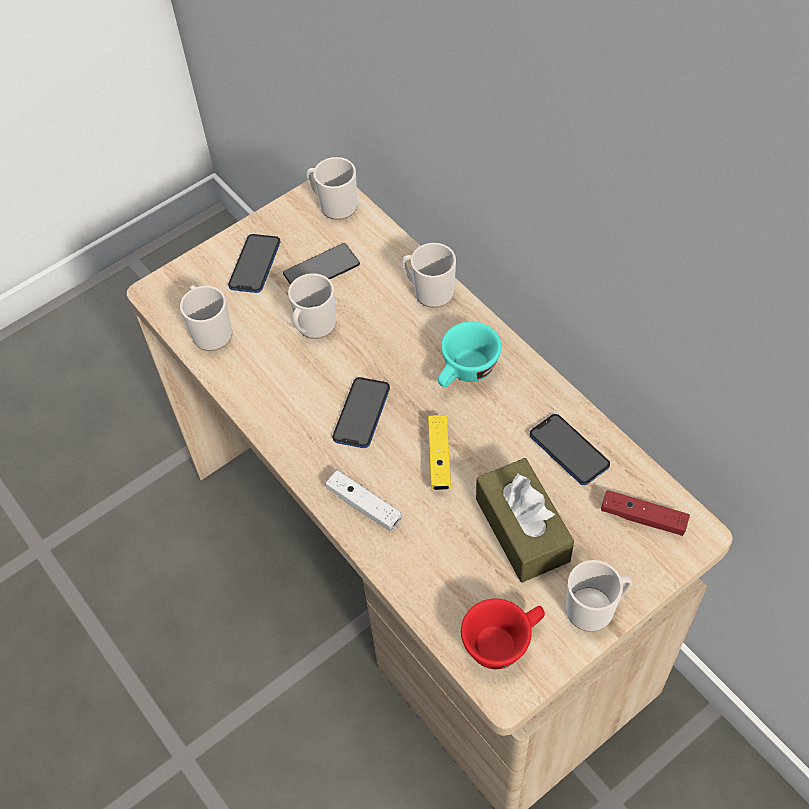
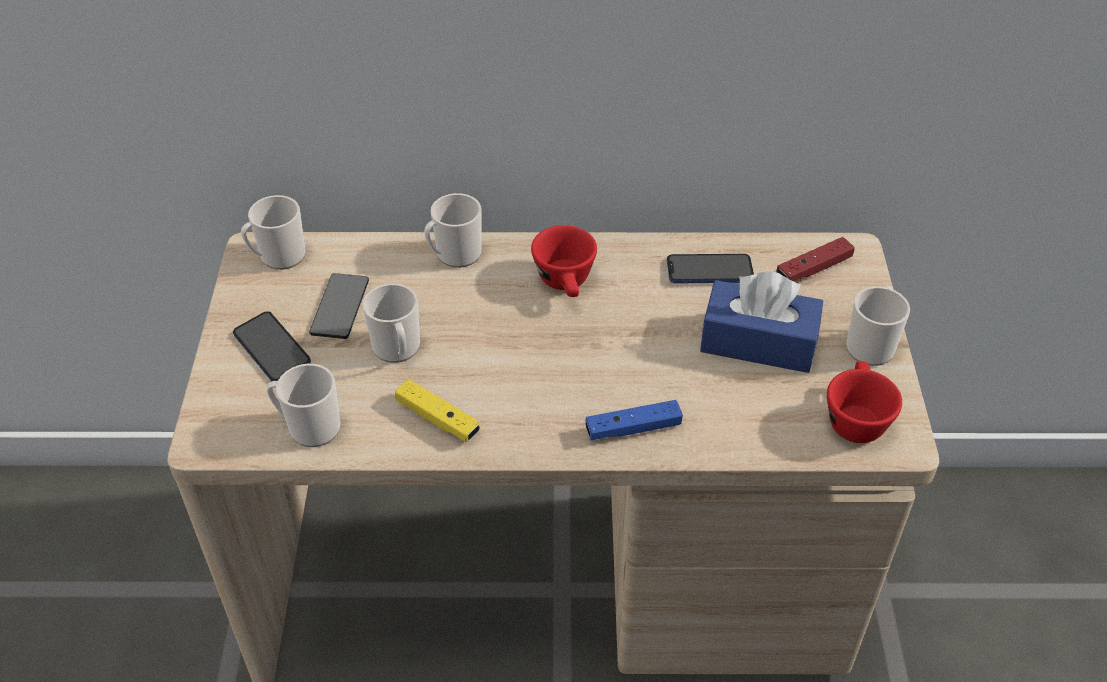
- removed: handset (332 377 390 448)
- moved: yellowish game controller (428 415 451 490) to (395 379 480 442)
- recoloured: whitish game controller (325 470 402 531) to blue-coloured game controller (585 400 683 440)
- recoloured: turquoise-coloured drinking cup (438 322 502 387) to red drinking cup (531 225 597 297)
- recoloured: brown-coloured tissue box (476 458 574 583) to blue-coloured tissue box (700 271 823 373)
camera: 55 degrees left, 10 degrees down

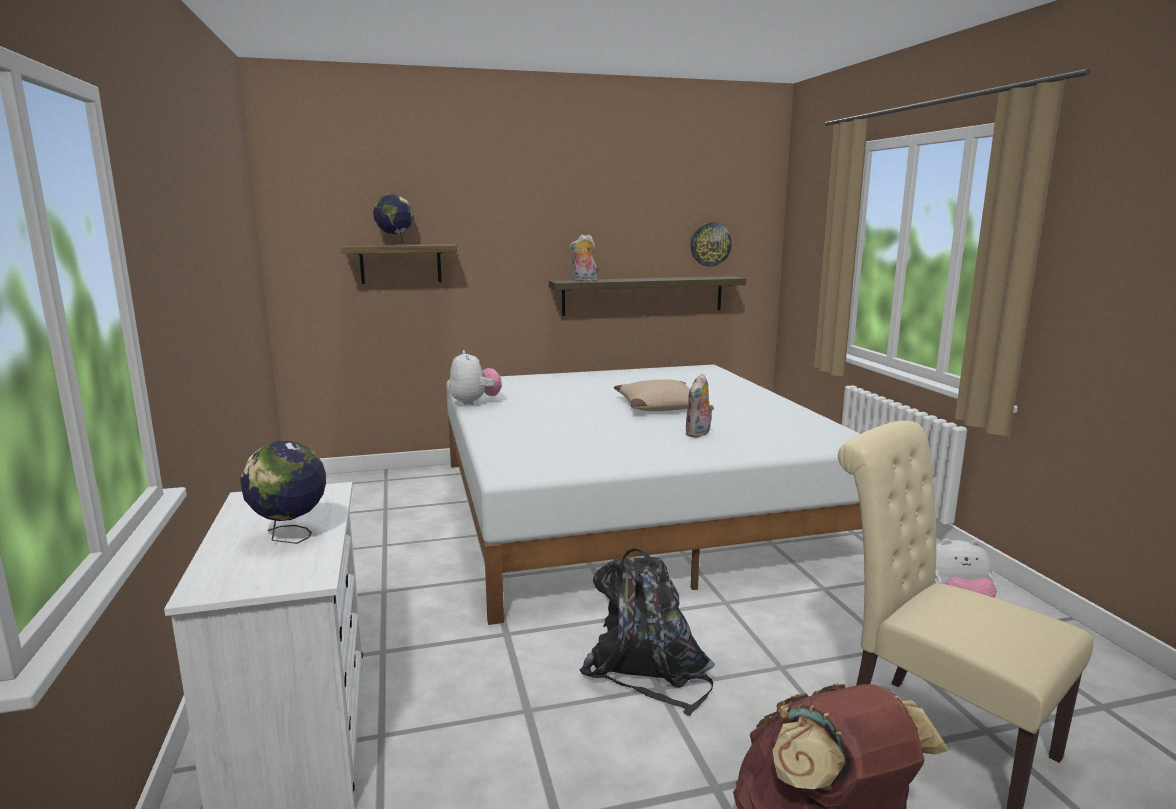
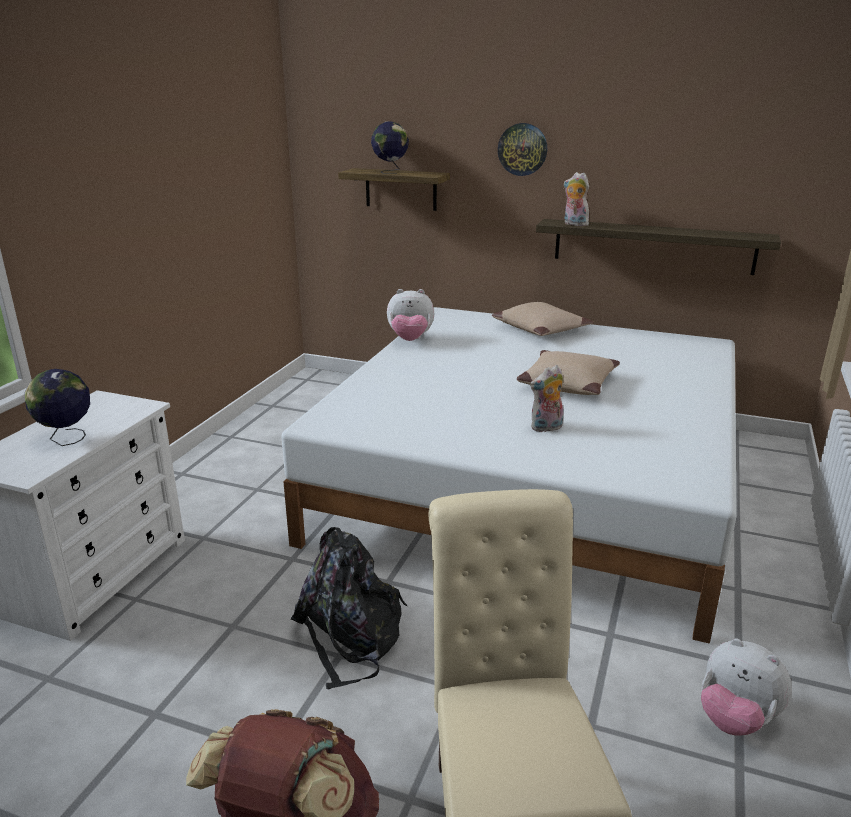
- added: sand-coloured cushion (492 302 593 336)
- moved: wall clock (691 222 732 267) to (498 123 547 176)
- turned: plush toy (449 350 502 406) = (387 289 434 341) 75 degrees clockwise
camera: 35 degrees right, 10 degrees up

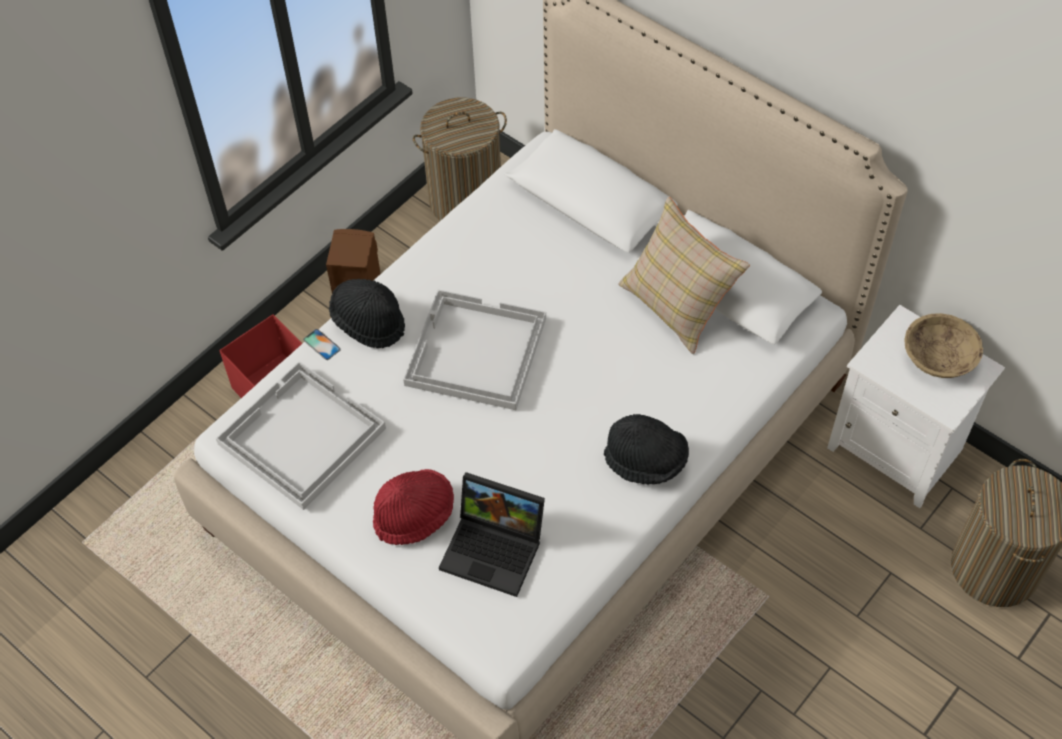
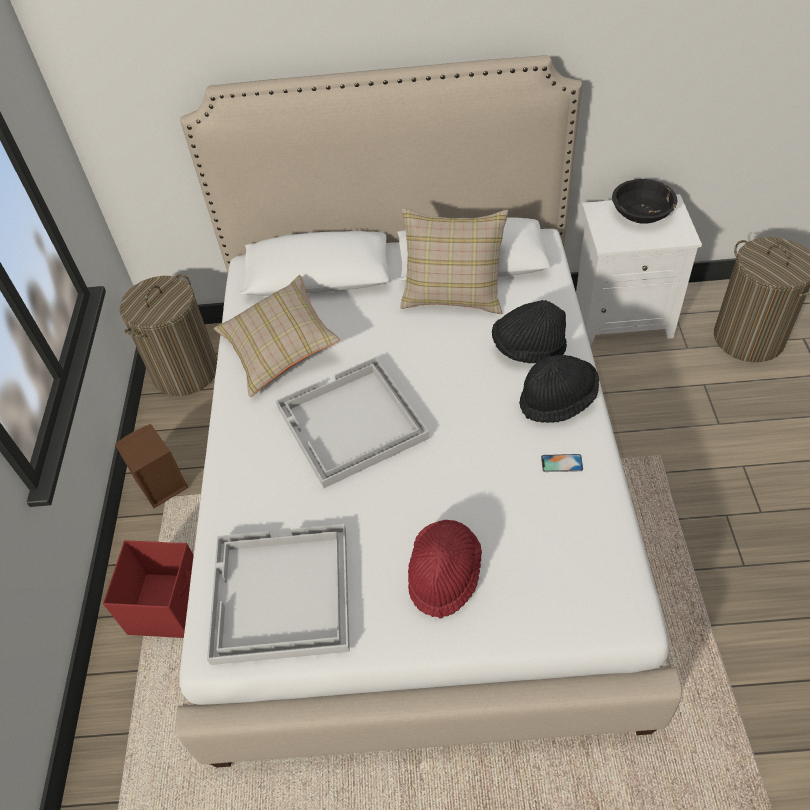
- removed: portable computer (439 472 545 597)
- added: sand-coloured cushion (214 275 340 397)
- moved: handset (303 329 341 360) to (541 454 583 472)
- moved: blackish wearable hat (329 279 405 348) to (492 300 567 363)
- recoloured: sand-coloured bowl (904 313 983 378) to blackish bowl (612 179 677 224)
camera: 40 degrees left, 5 degrees down

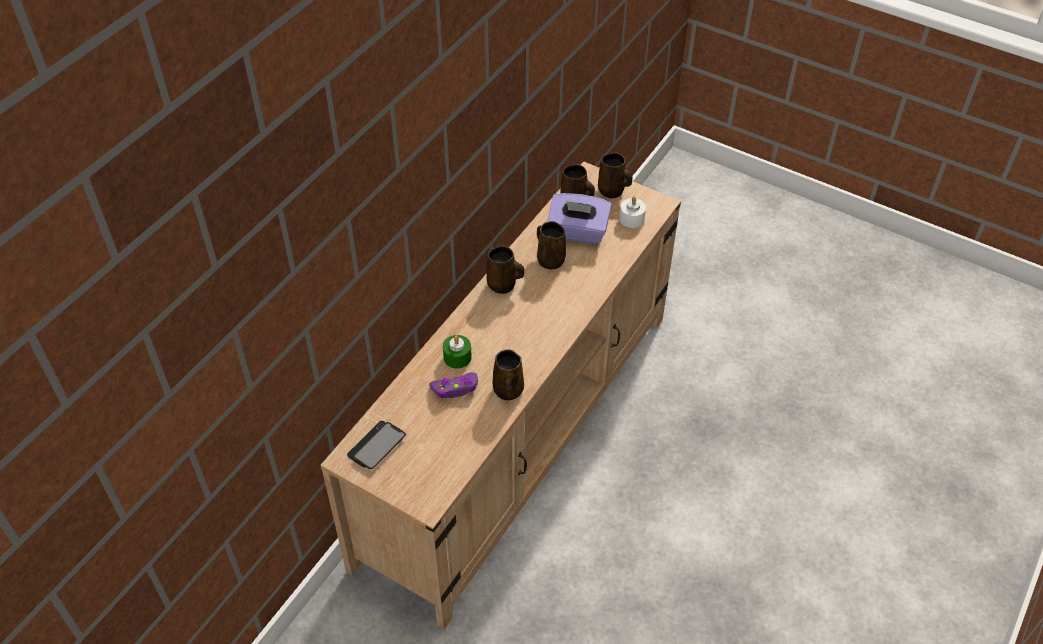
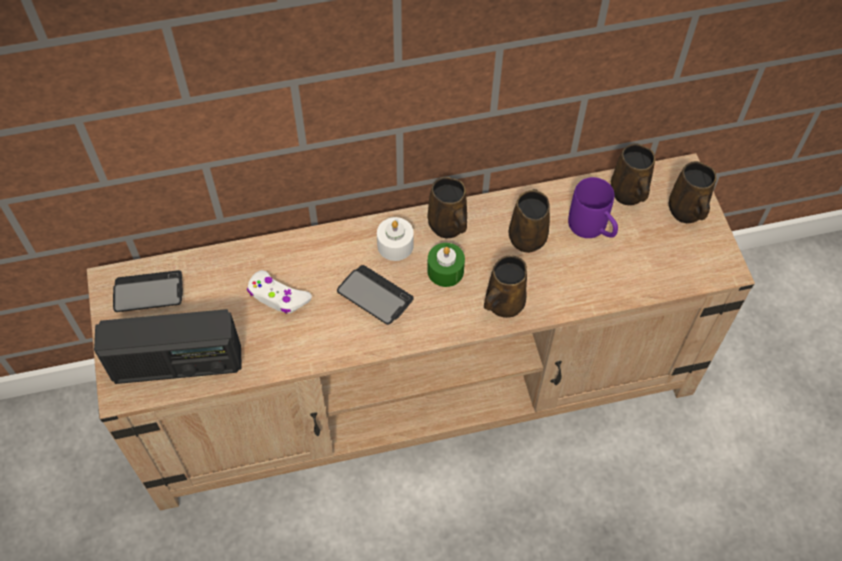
- added: radio (94 309 242 384)
- added: handset (337 265 414 325)
- moved: green-coloured candle (443 335 472 369) to (427 243 465 287)
- moved: brown-coloured tea mug (492 349 524 400) to (484 255 527 318)
- moved: whitish candle (619 197 646 228) to (377 217 414 261)
- replaced: purple-coloured tissue box (548 193 612 244) to purple-coloured tea mug (568 177 618 238)
- recoloured: purple-coloured game controller (429 372 478 398) to whitish game controller (247 270 312 313)
camera: 45 degrees right, 10 degrees up

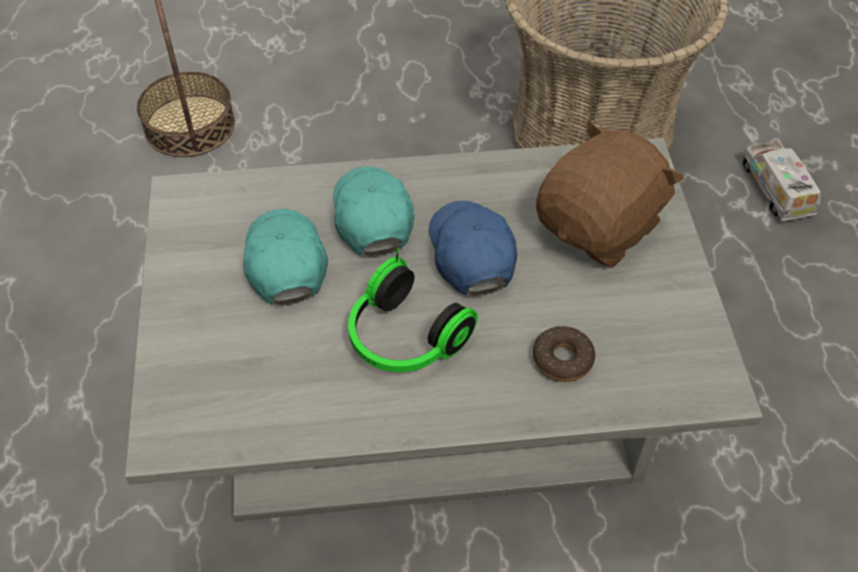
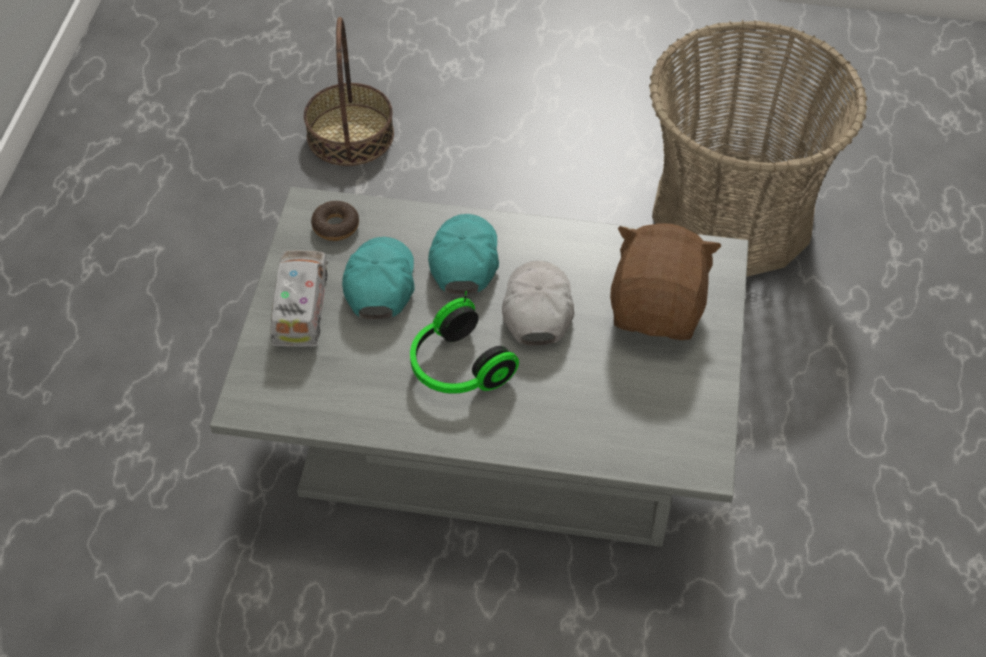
- moved: doughnut (533 326 595 382) to (311 201 359 241)
- moved: model truck (742 142 821 222) to (270 250 328 347)
- recoloured: blue-coloured peaked cap (429 201 517 296) to whitish peaked cap (502 261 574 346)
- turned: brown-coloured plush toy (536 120 684 267) = (610 223 721 340) 45 degrees counterclockwise
camera: 15 degrees right, 0 degrees up

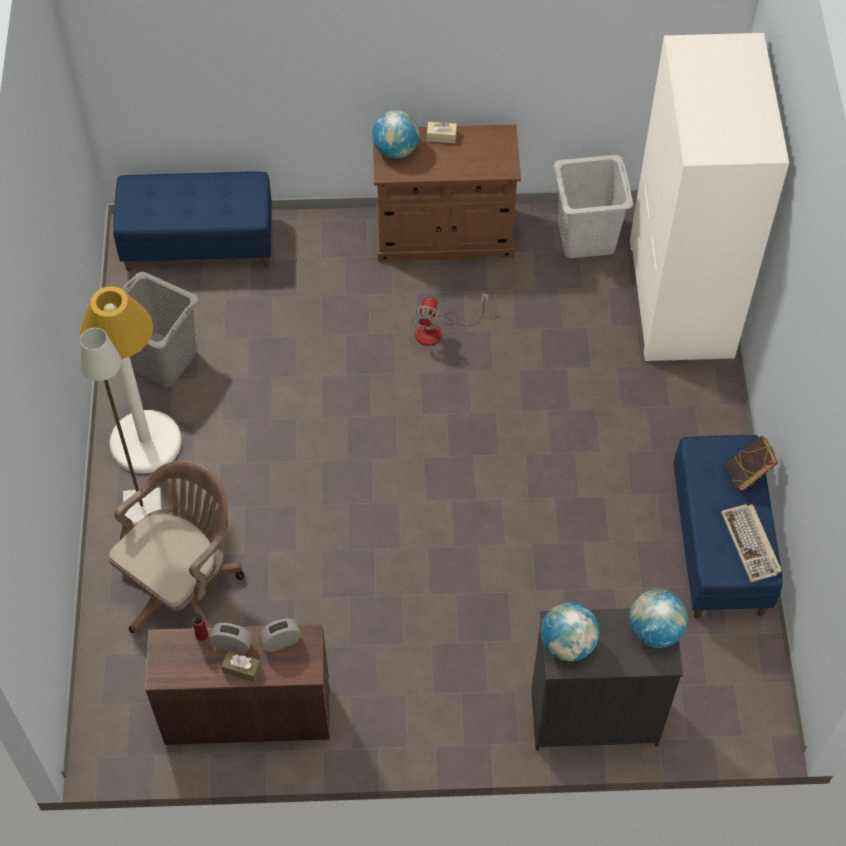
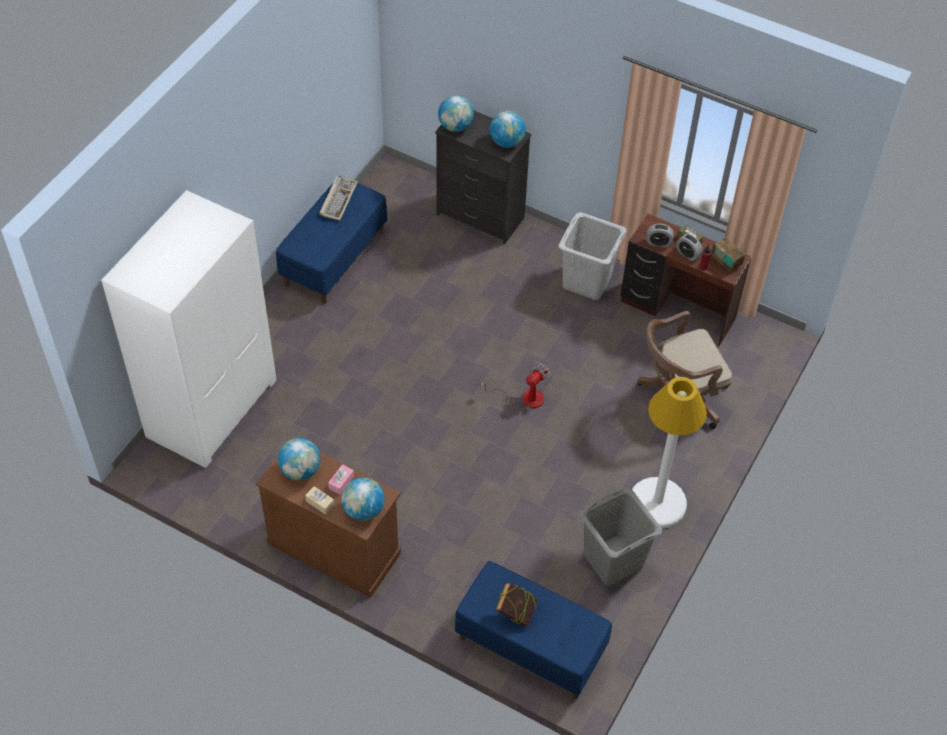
- removed: grey standard lamp (80 328 162 525)
- added: world globe (278 438 320 480)
- added: pink tissue box (328 464 354 495)
- added: radio (712 237 745 272)
- moved: electric fan (409 293 489 346) to (480 361 552 409)
- moved: grey hamper (554 155 633 258) to (559 212 627 300)
- moved: book (726 436 778 492) to (496 583 538 626)
camera: 150 degrees left, 5 degrees down

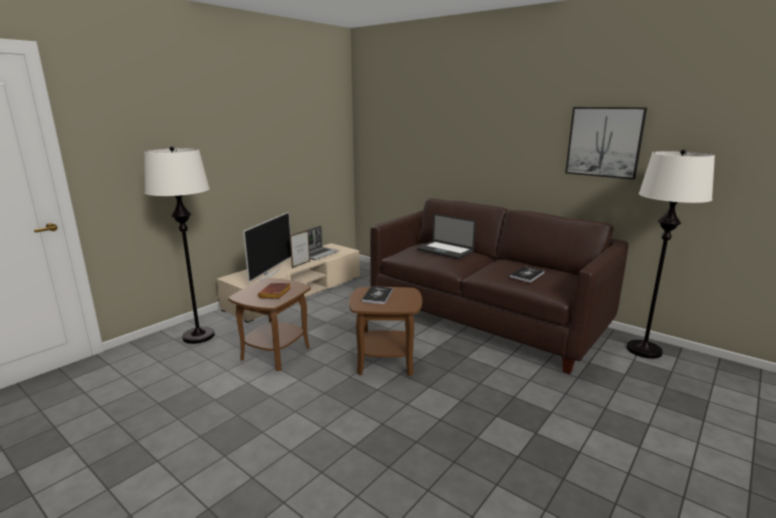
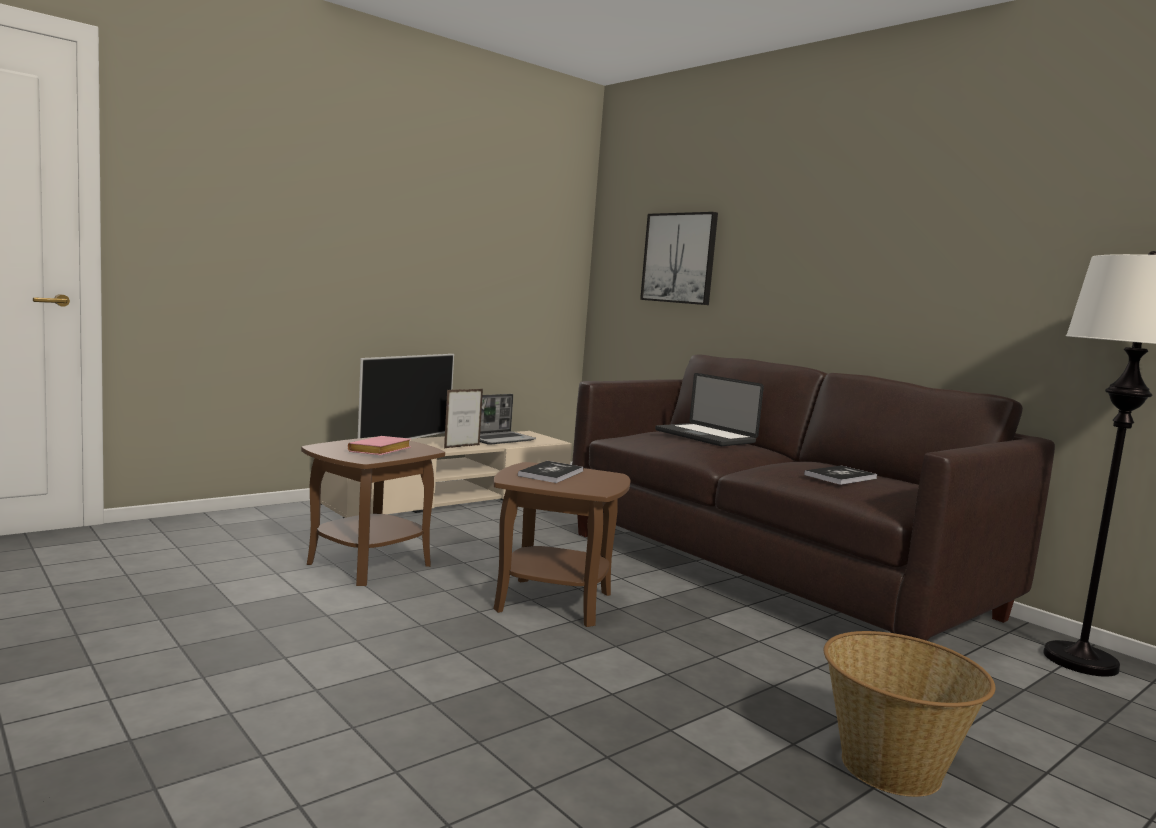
- removed: whitish standard lamp (144 146 215 344)
- added: household basket (824 631 995 797)
- moved: wall art (565 107 647 180) to (640 212 718 305)
- recoloured: brown-coloured book (258 283 291 299) to pink book (348 436 411 455)
camera: 10 degrees right, 10 degrees down

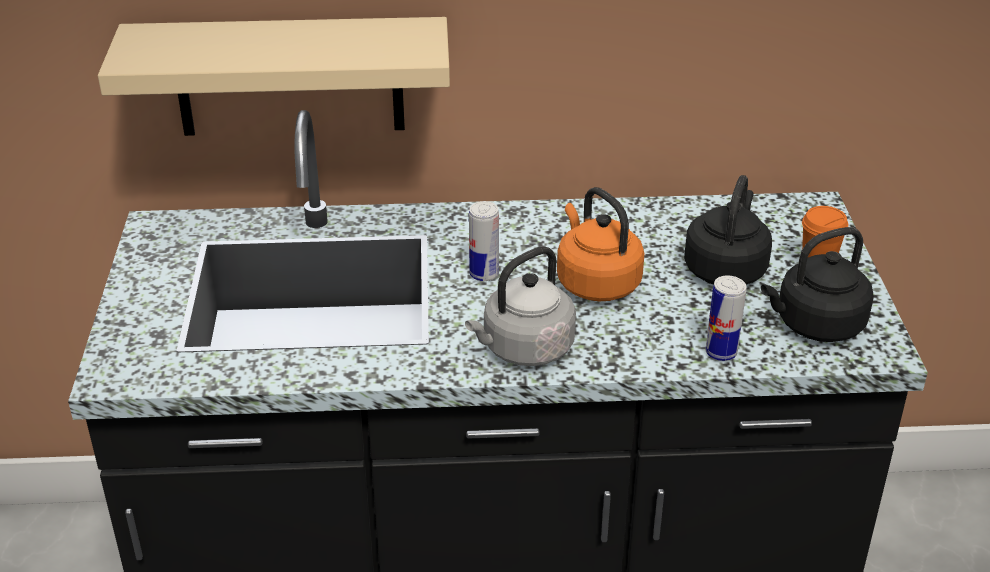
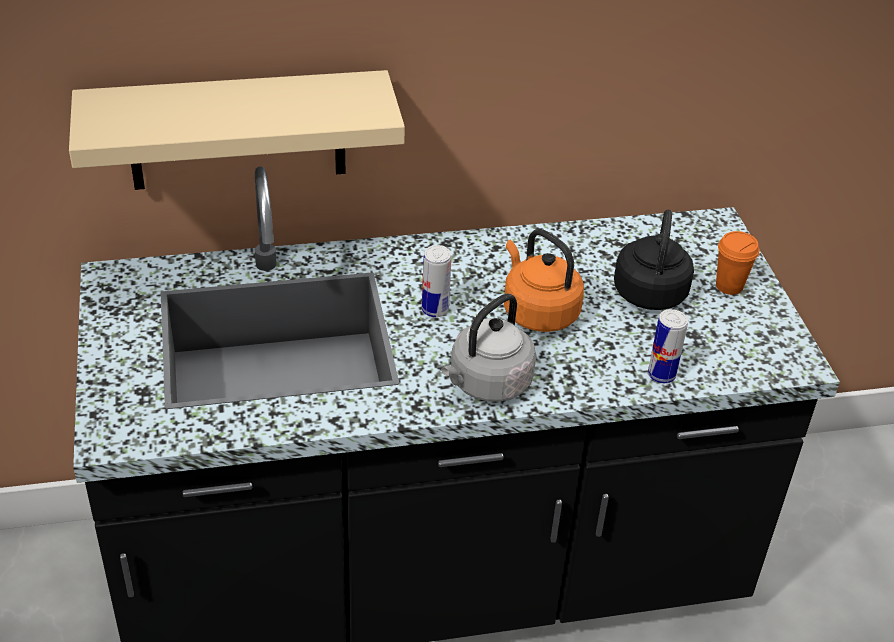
- removed: blackish tea kettle (761 227 874 342)
camera: 10 degrees left, 5 degrees up

